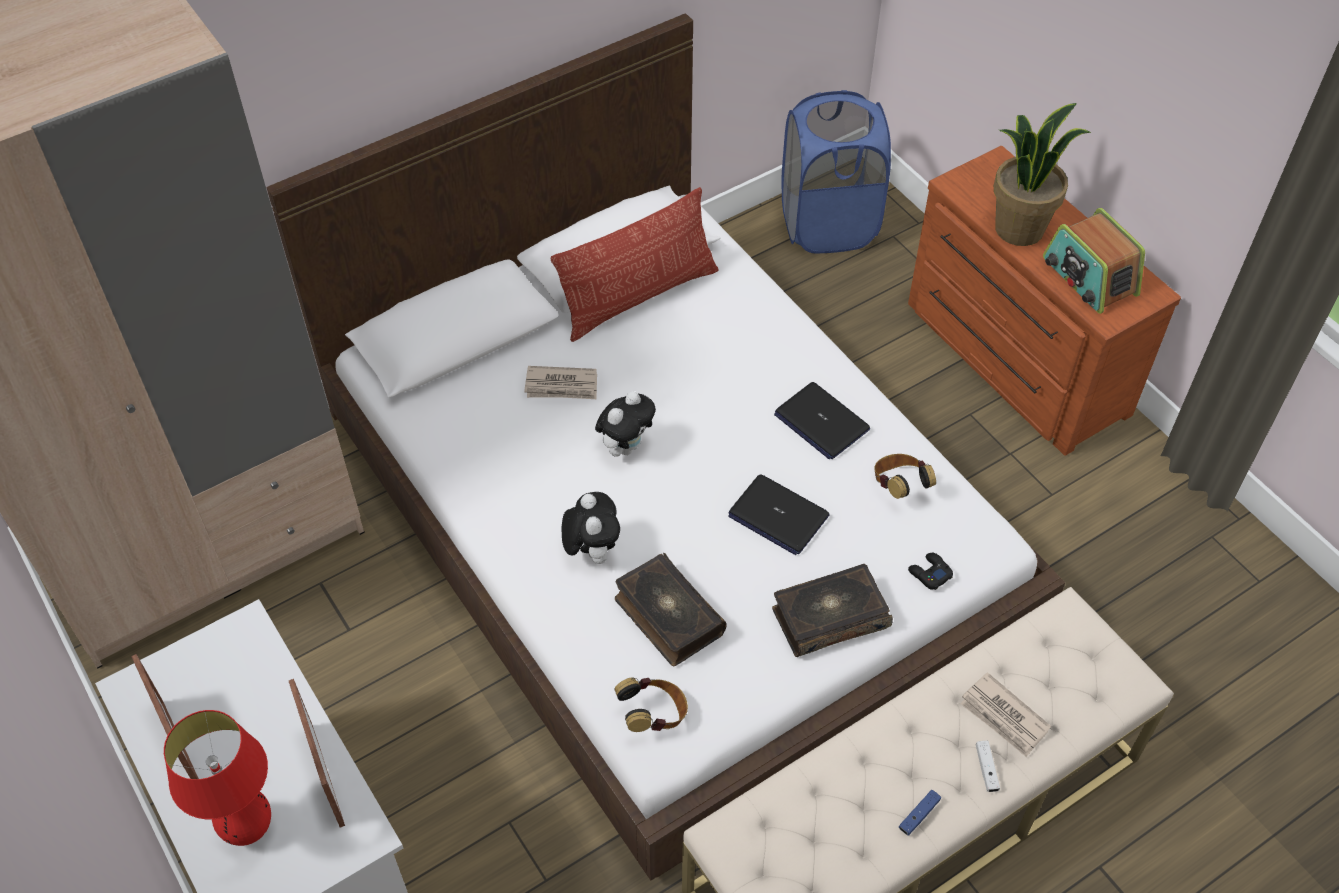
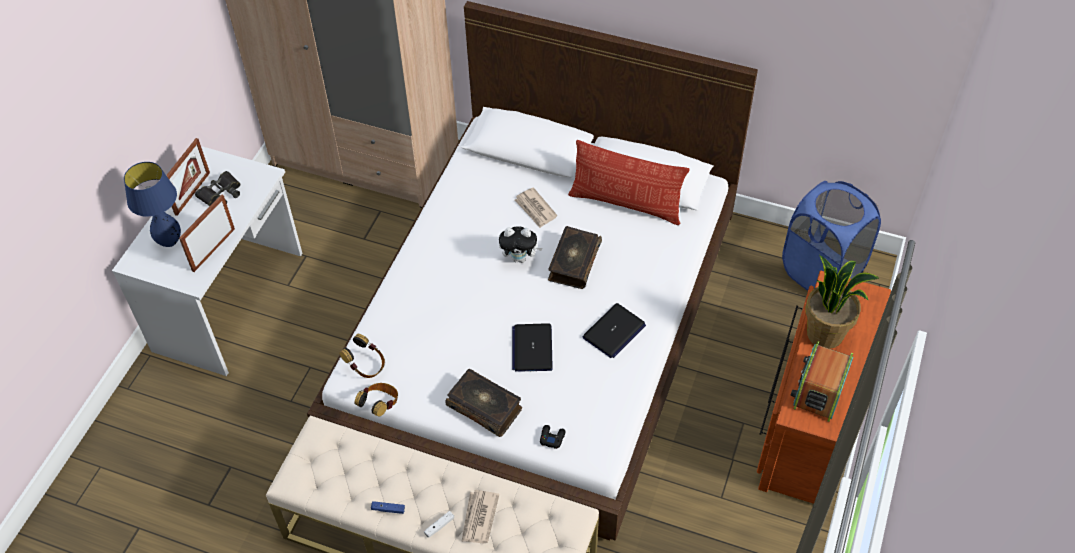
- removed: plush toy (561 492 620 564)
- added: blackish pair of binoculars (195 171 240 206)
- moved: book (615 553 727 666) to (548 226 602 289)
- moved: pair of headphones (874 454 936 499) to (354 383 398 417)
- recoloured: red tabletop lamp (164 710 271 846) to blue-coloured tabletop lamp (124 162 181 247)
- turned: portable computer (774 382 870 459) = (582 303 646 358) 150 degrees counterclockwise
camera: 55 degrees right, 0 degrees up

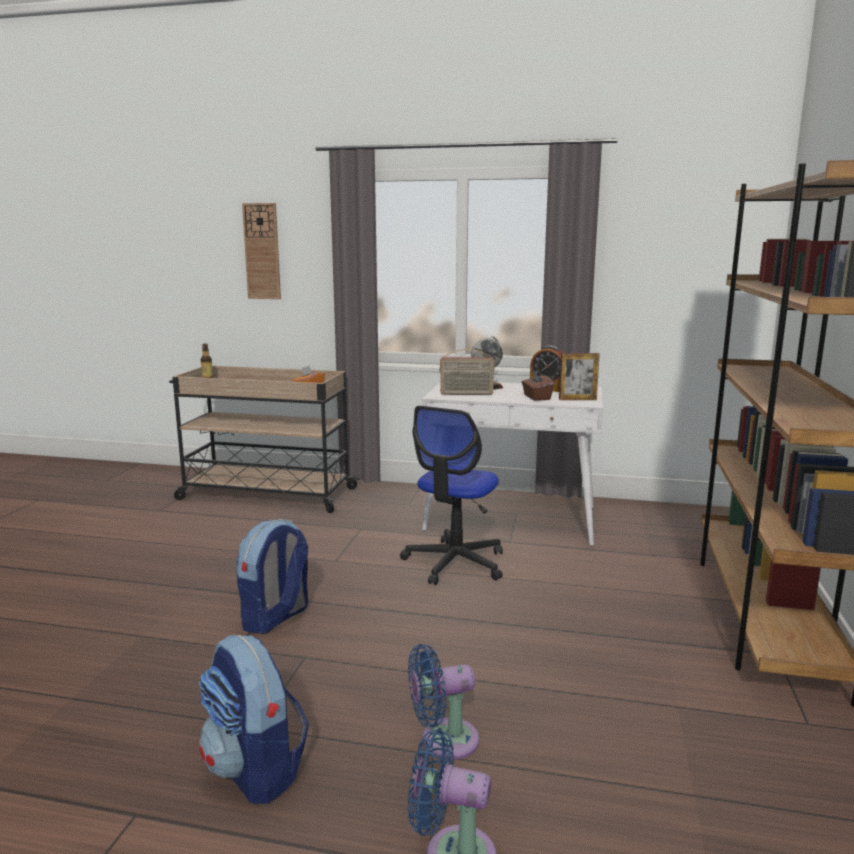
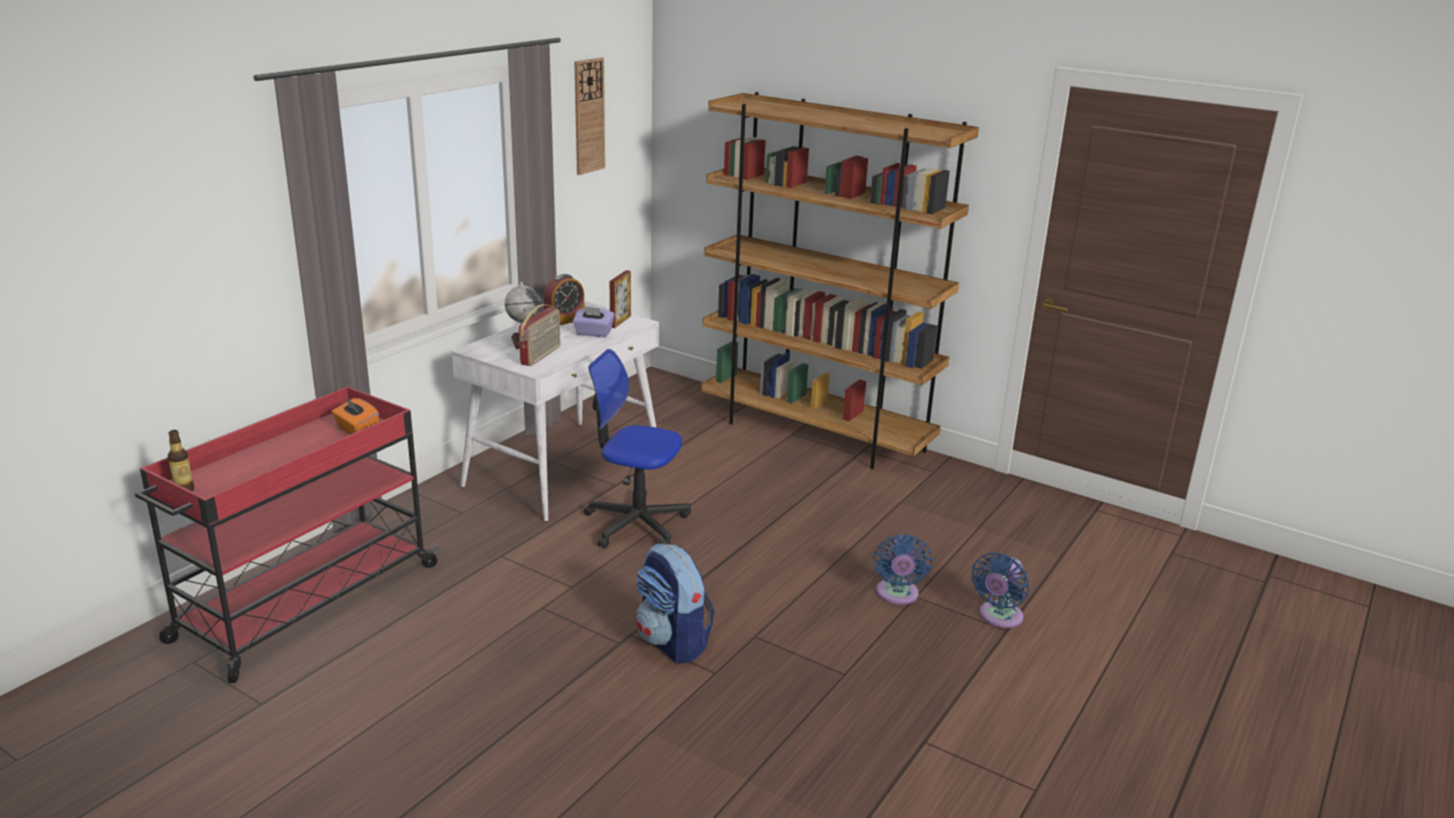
- removed: backpack (199 635 309 804)
- moved: wall clock (242 203 281 299) to (574 57 605 175)
- recoloured: sand-coloured cart (169 366 359 513) to red cart (135 386 439 683)
- recoloured: brown-coloured tissue box (522 370 554 401) to purple-coloured tissue box (573 306 615 337)
- turned: office chair (400 406 503 585) = (584 349 691 548) 150 degrees clockwise
camera: 70 degrees left, 10 degrees up

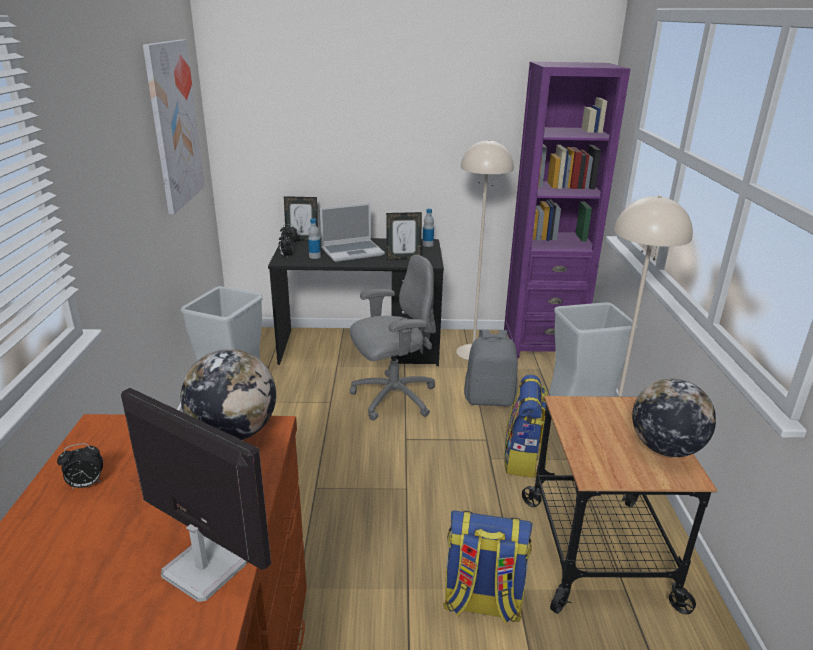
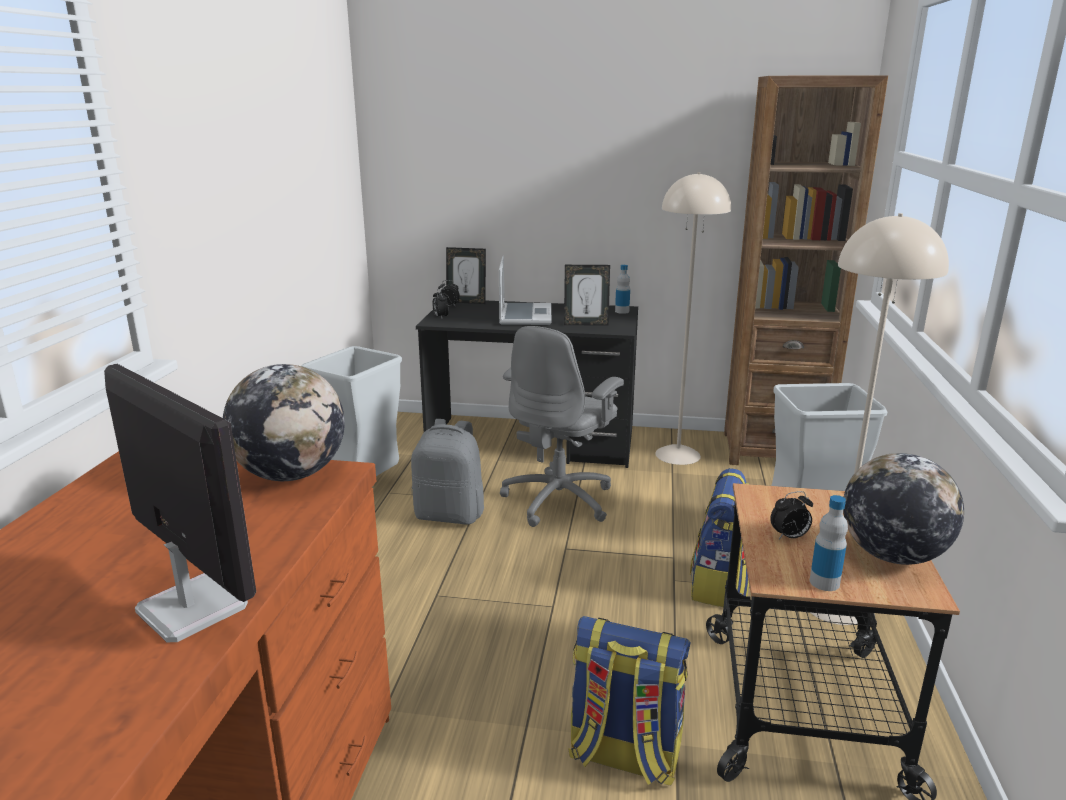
- removed: wall art (143 39 205 215)
- moved: table clock (57 443 103 489) to (770 491 813 539)
- moved: drink bottle (308 218 321 259) to (810 495 848 591)
- moved: grey backpack (464 329 518 406) to (411 419 484 525)
- recoloured: purple-coloured shelving unit (504 62 630 358) to brown-coloured shelving unit (724 75 888 465)
- turned: portable computer (320 203 385 262) = (499 256 551 325) 75 degrees counterclockwise
- turned: grey office chair (349 255 436 421) = (500 326 624 527) 135 degrees clockwise
camera: 10 degrees right, 5 degrees down

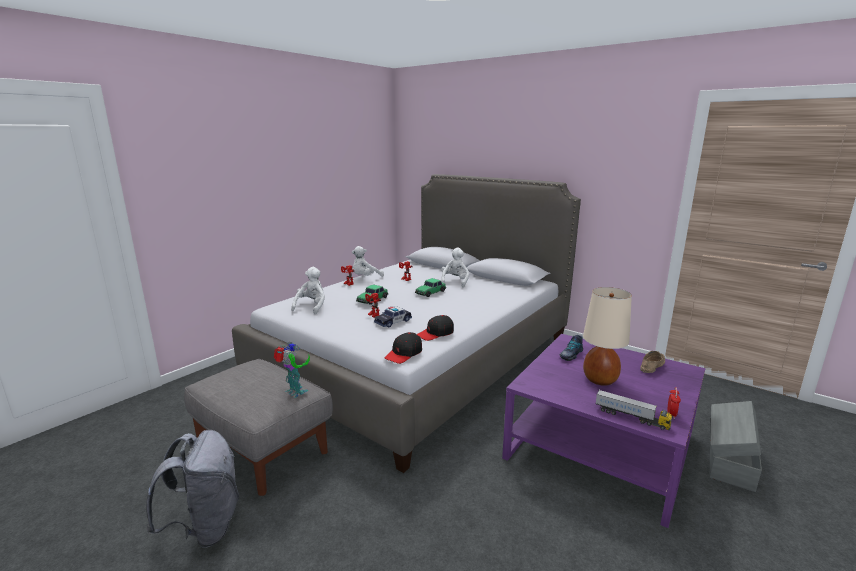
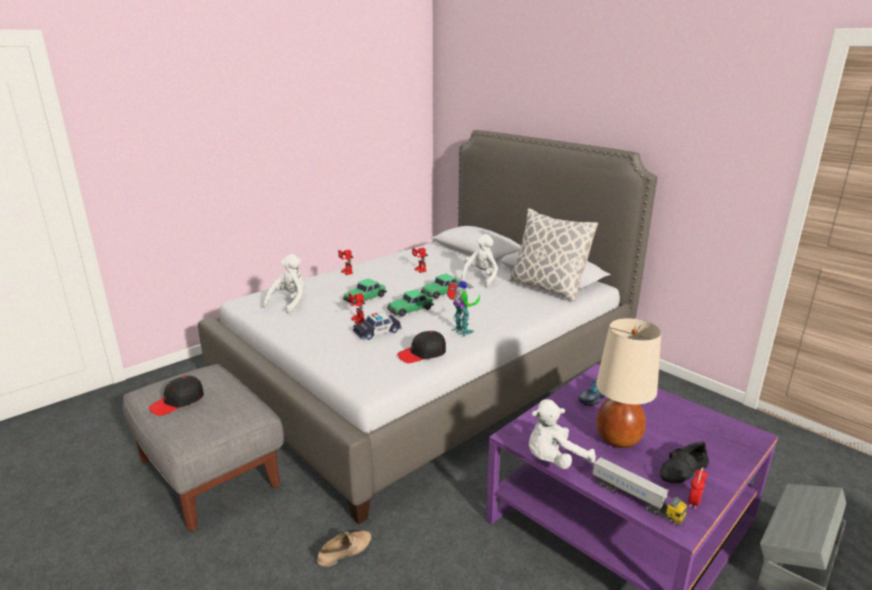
- removed: grey backpack (146 430 239 548)
- added: miniature car (387 289 434 317)
- added: cushion (509 208 598 301)
- added: blackish low shoe (660 442 709 483)
- moved: model robot (274 342 310 398) to (447 280 480 337)
- moved: whitish plush toy (352 246 384 277) to (529 399 596 469)
- moved: blackish peaked cap (385 332 422 364) to (149 376 204 416)
- moved: sand-coloured low shoe (640 351 665 373) to (317 531 371 567)
camera: 10 degrees right, 5 degrees up

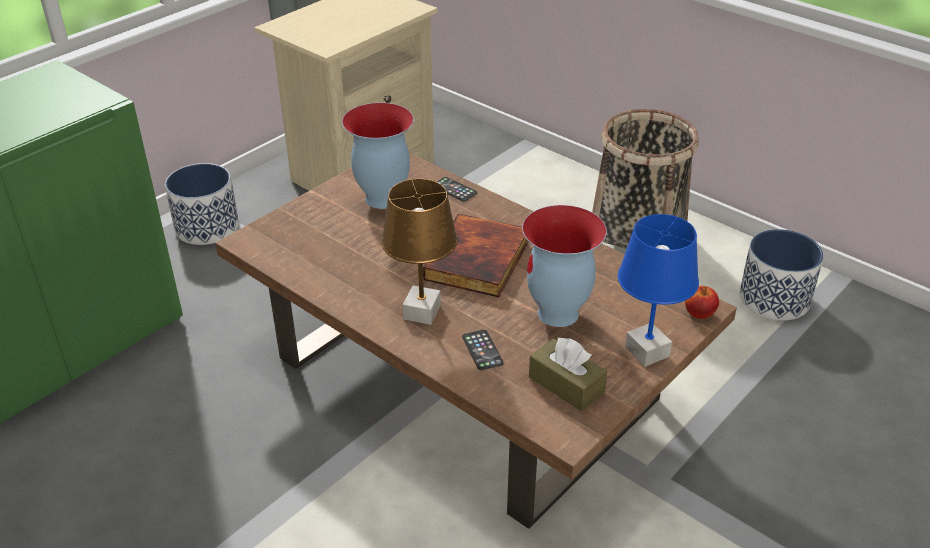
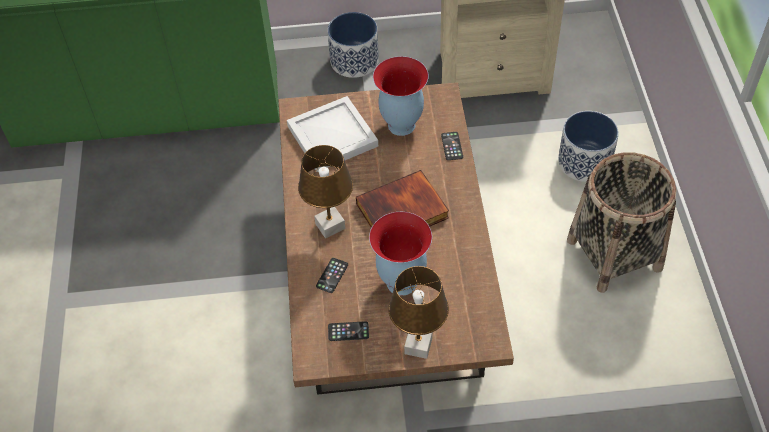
- removed: apple (685 286 719 319)
- added: whitish carrying tray (287 96 378 172)
- moved: flower pot (740 229 824 321) to (558 111 619 182)
- replaced: brown-coloured tissue box (529 338 607 411) to handset (328 321 369 341)
- recoloured: blue-coloured tabletop lamp (618 214 699 367) to brown-coloured tabletop lamp (388 266 449 359)
camera: 45 degrees right, 15 degrees up

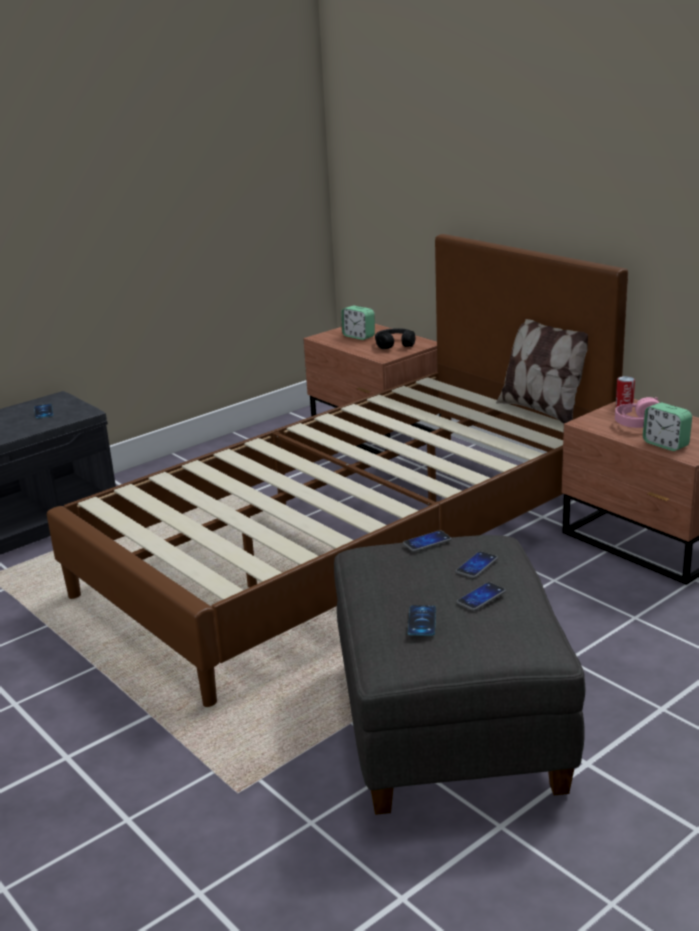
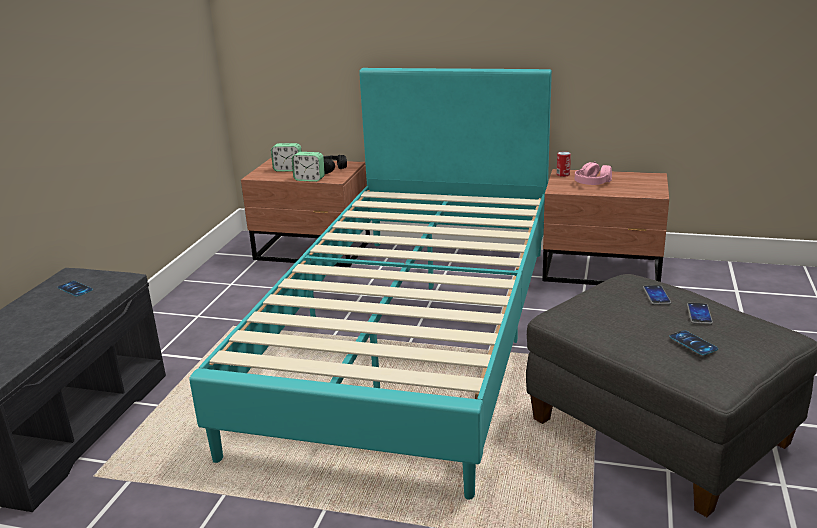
- removed: handset (403 530 452 552)
- removed: cushion (496 319 588 424)
- moved: table clock (643 402 692 451) to (292 152 325 182)
- recoloured: brown-coloured bed (47 234 628 707) to turquoise-coloured bed (189 68 552 500)
camera: 35 degrees left, 0 degrees up

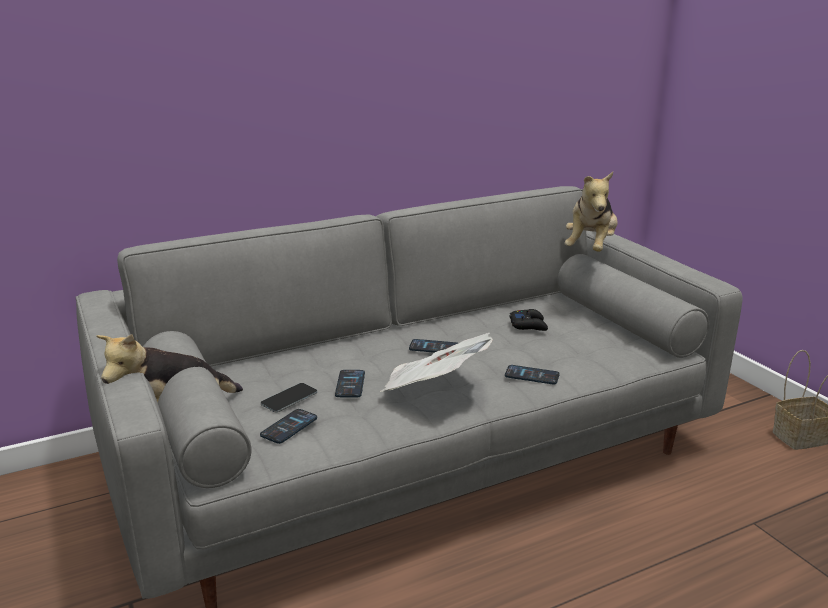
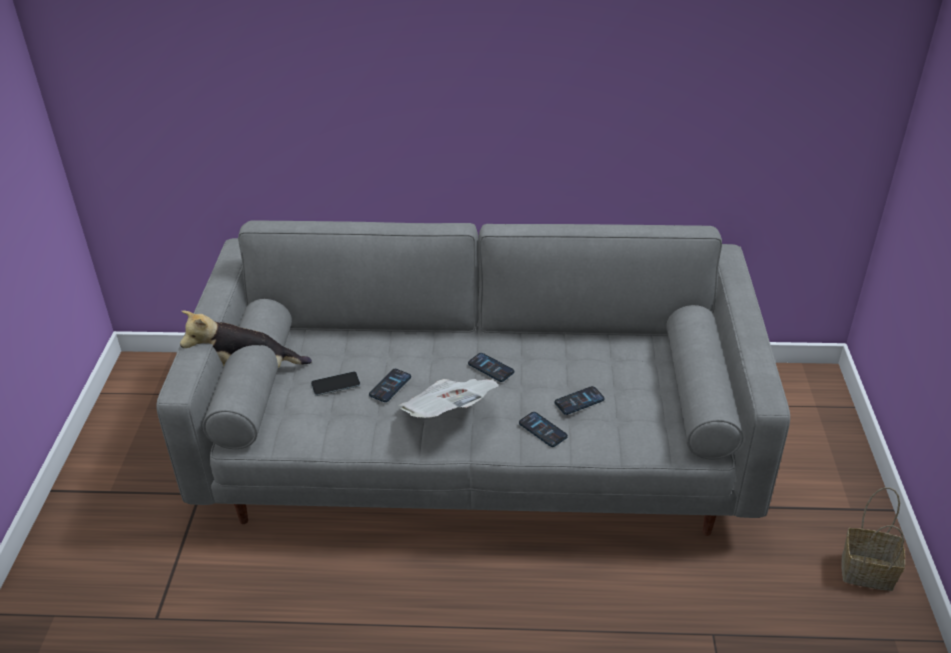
- removed: blackish game controller (510 309 548 331)
- removed: plush toy (564 172 618 252)
- moved: handset (260 409 317 444) to (555 386 605 415)
camera: 30 degrees right, 15 degrees up

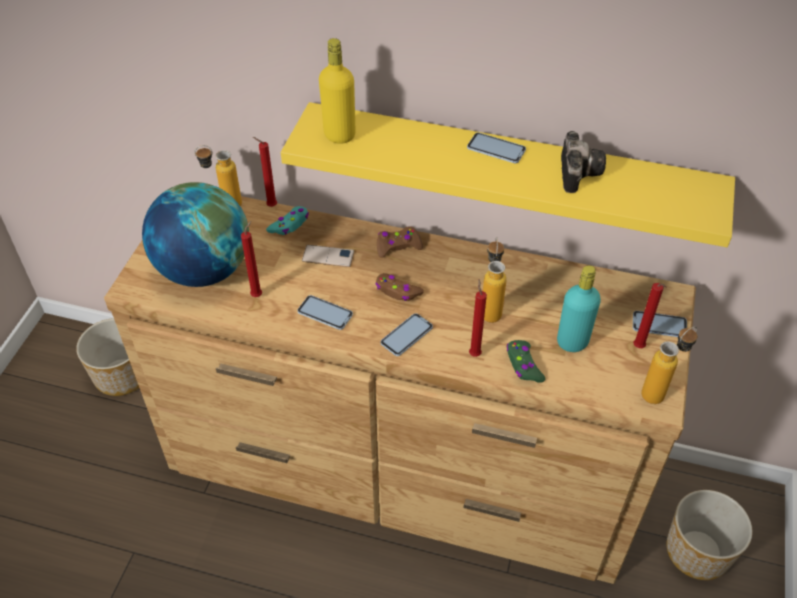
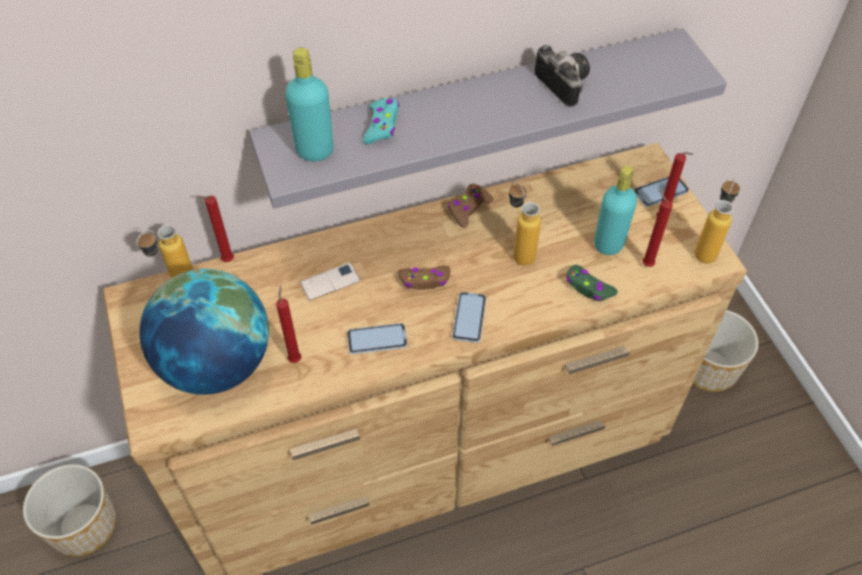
- removed: handset (467 133 526 163)
- moved: turquoise-coloured game controller (266 206 309 235) to (363 98 399 144)
- moved: brown-coloured game controller (377 226 423 258) to (448 184 493 228)
- moved: red candle (469 280 487 357) to (642 190 673 267)
- recoloured: yellowish wall shelf (281 102 735 247) to grey wall shelf (249 28 727 209)
- recoloured: yellowish drink bottle (319 38 356 144) to turquoise-coloured drink bottle (285 48 333 161)
camera: 35 degrees left, 5 degrees up

